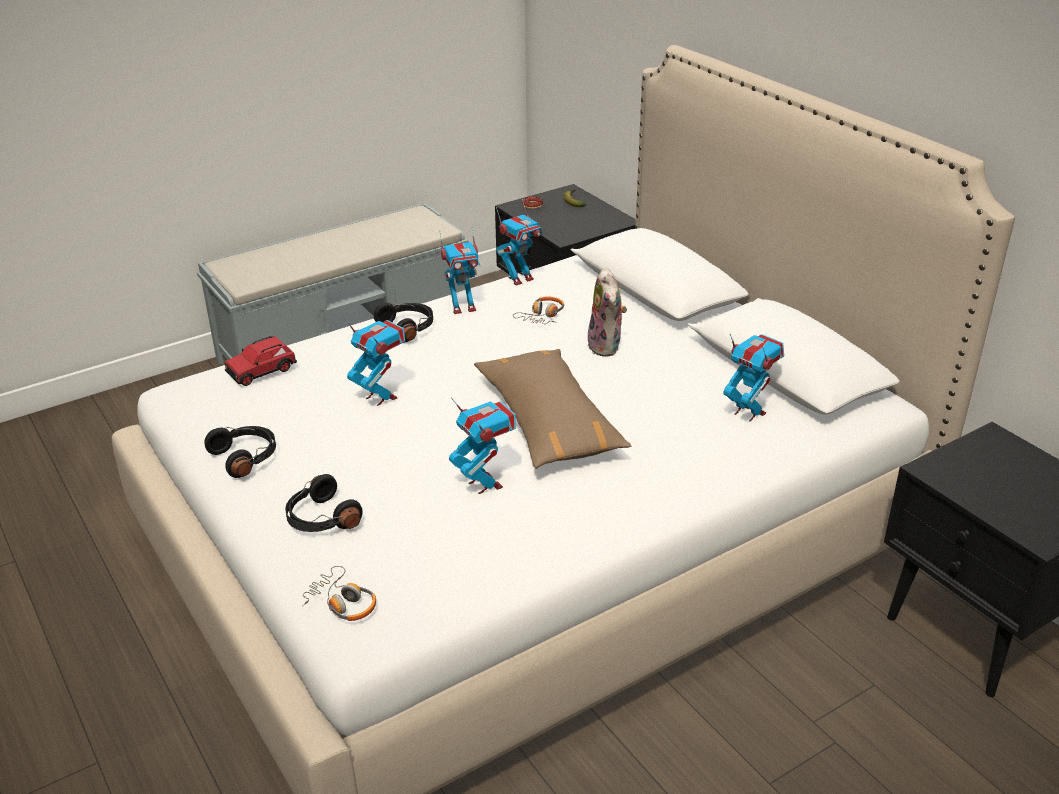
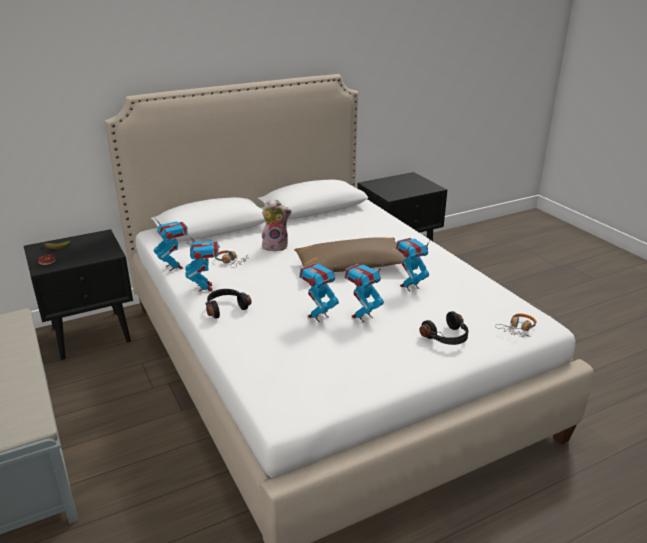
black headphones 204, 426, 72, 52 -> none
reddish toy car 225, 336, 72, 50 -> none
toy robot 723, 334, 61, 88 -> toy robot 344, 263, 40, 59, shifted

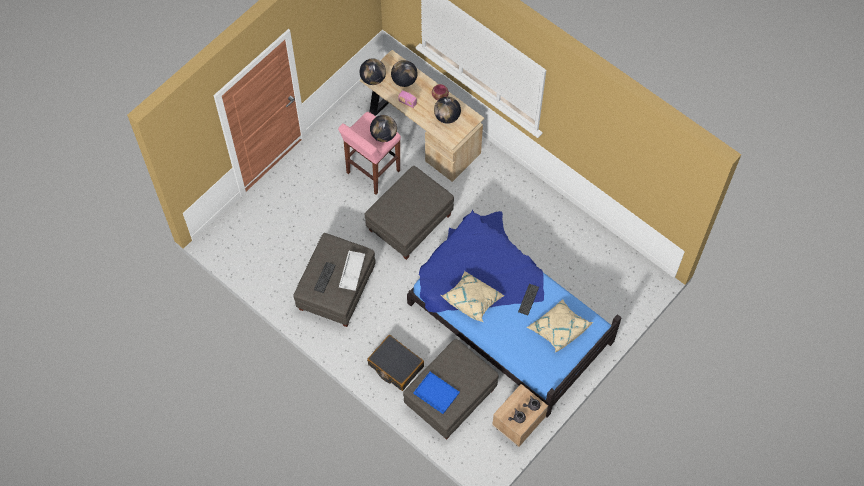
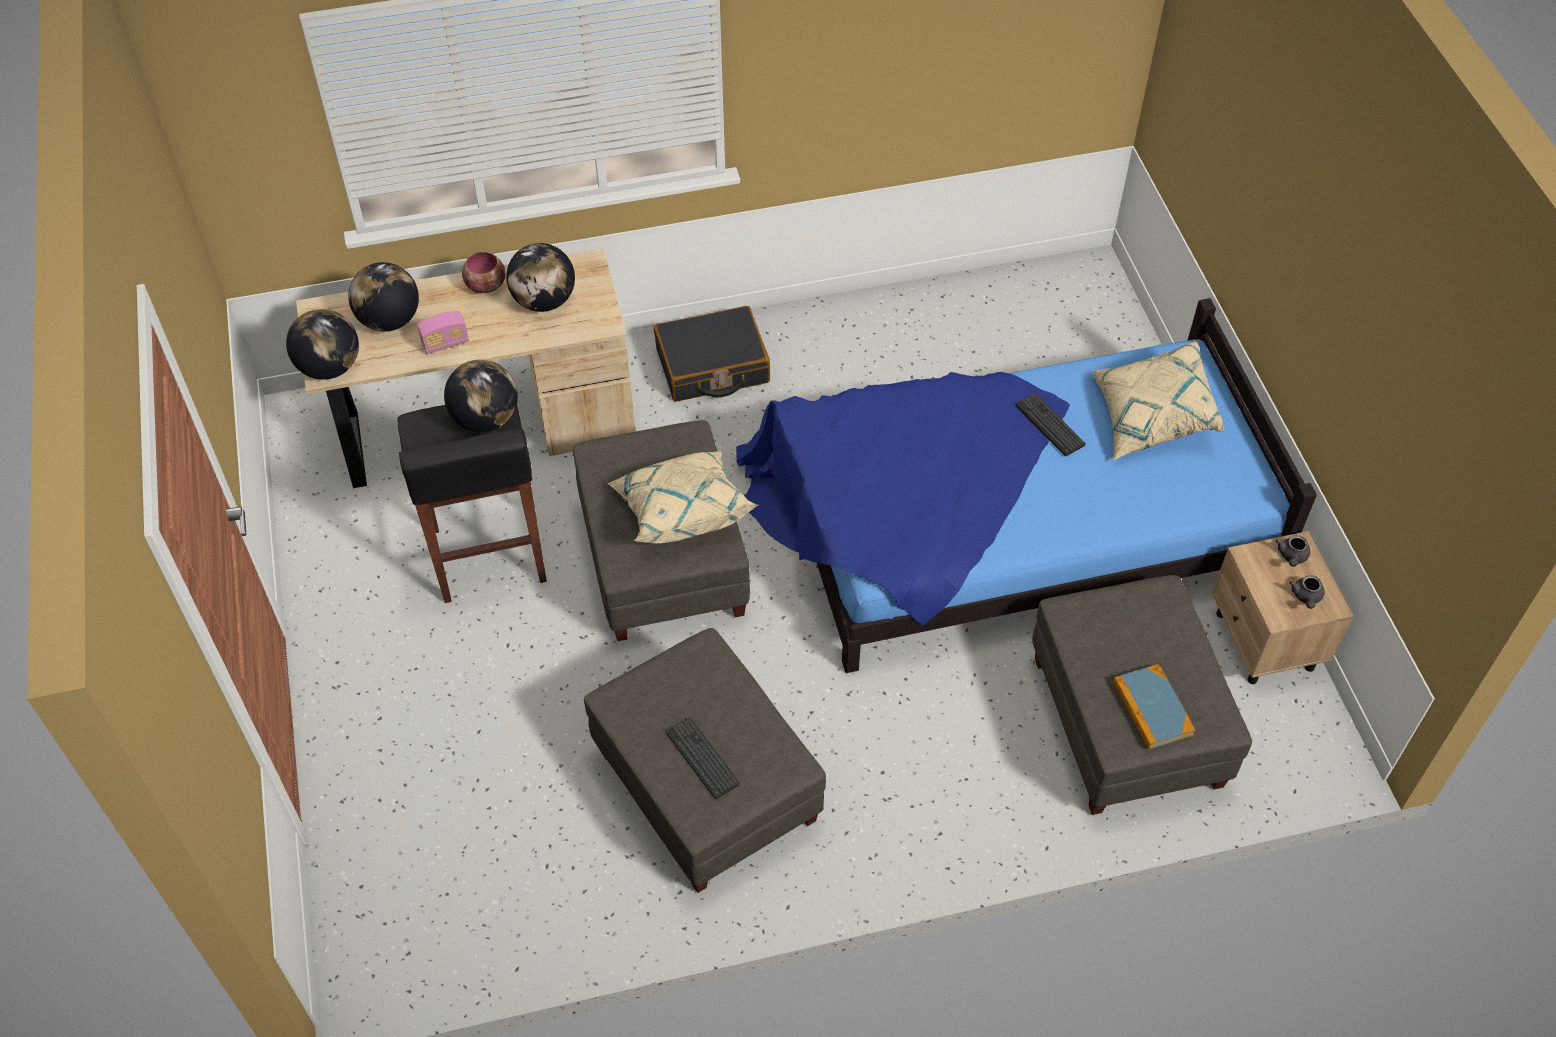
white tray 339, 251, 26, 40 -> none
black piece of luggage 367, 335, 57, 56 -> black piece of luggage 654, 306, 116, 96, shifted
sand-coloured cushion 441, 271, 64, 51 -> sand-coloured cushion 607, 451, 151, 92, shifted
bluish tray 413, 372, 47, 42 -> book 1113, 664, 83, 85
pinkish stool 338, 112, 63, 83 -> black stool 397, 405, 150, 198

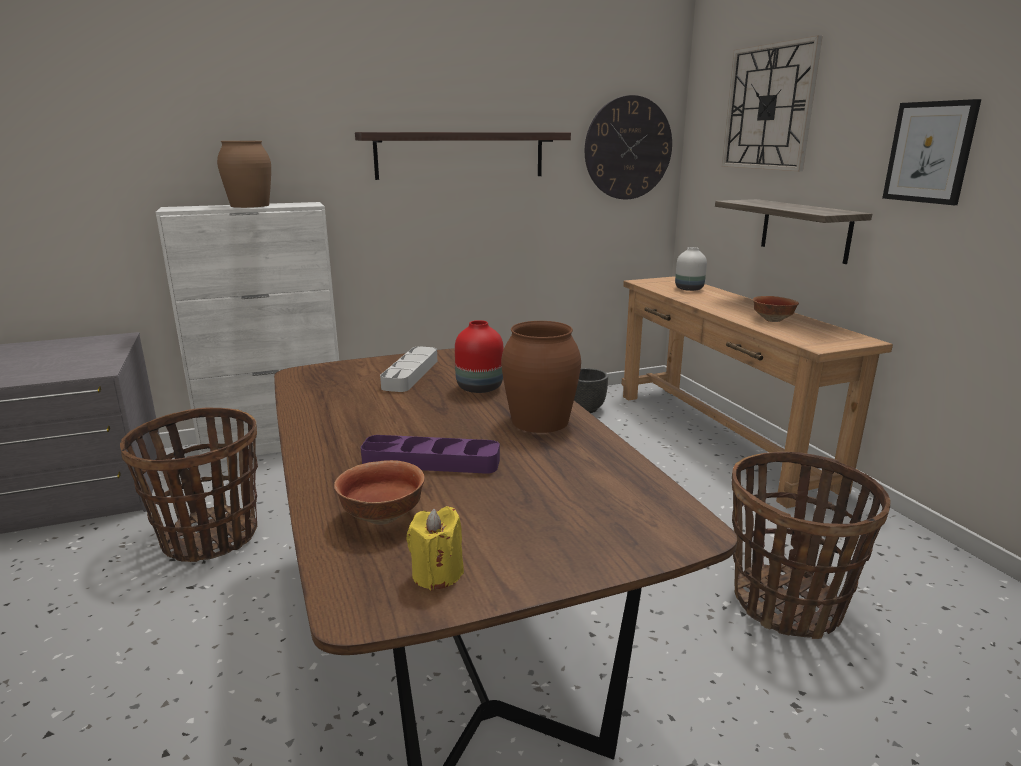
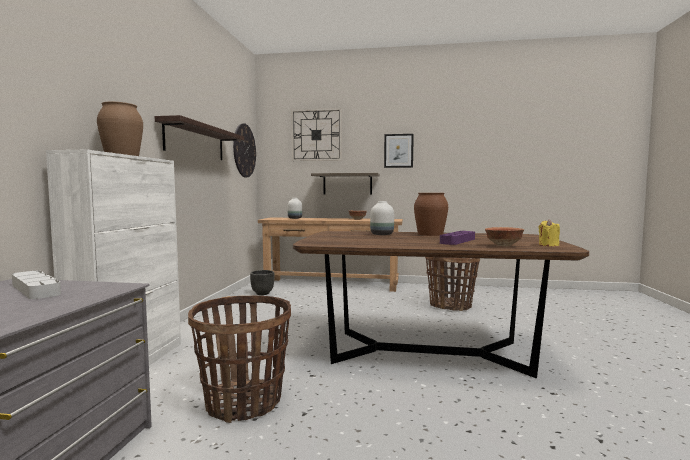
greyish tray 380, 346, 57, 46 -> greyish tray 12, 271, 49, 28, shifted
reddish decorative vase 455, 320, 49, 73 -> white decorative vase 370, 201, 24, 34

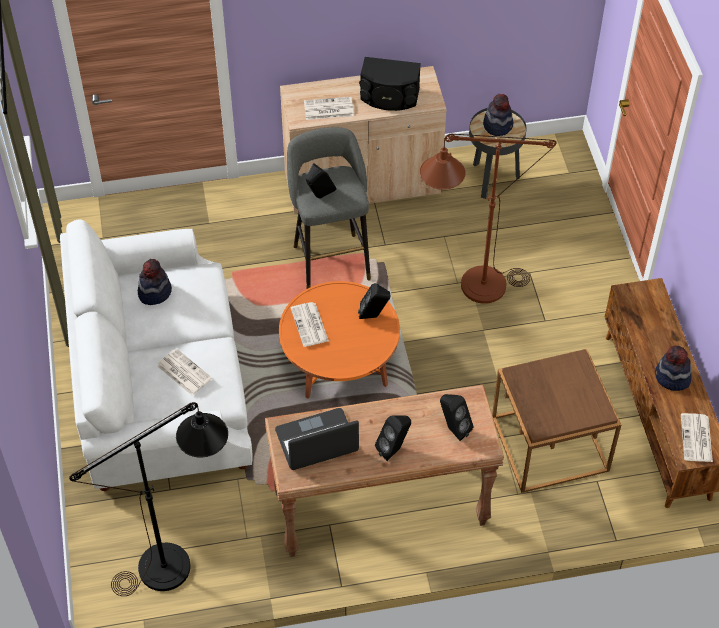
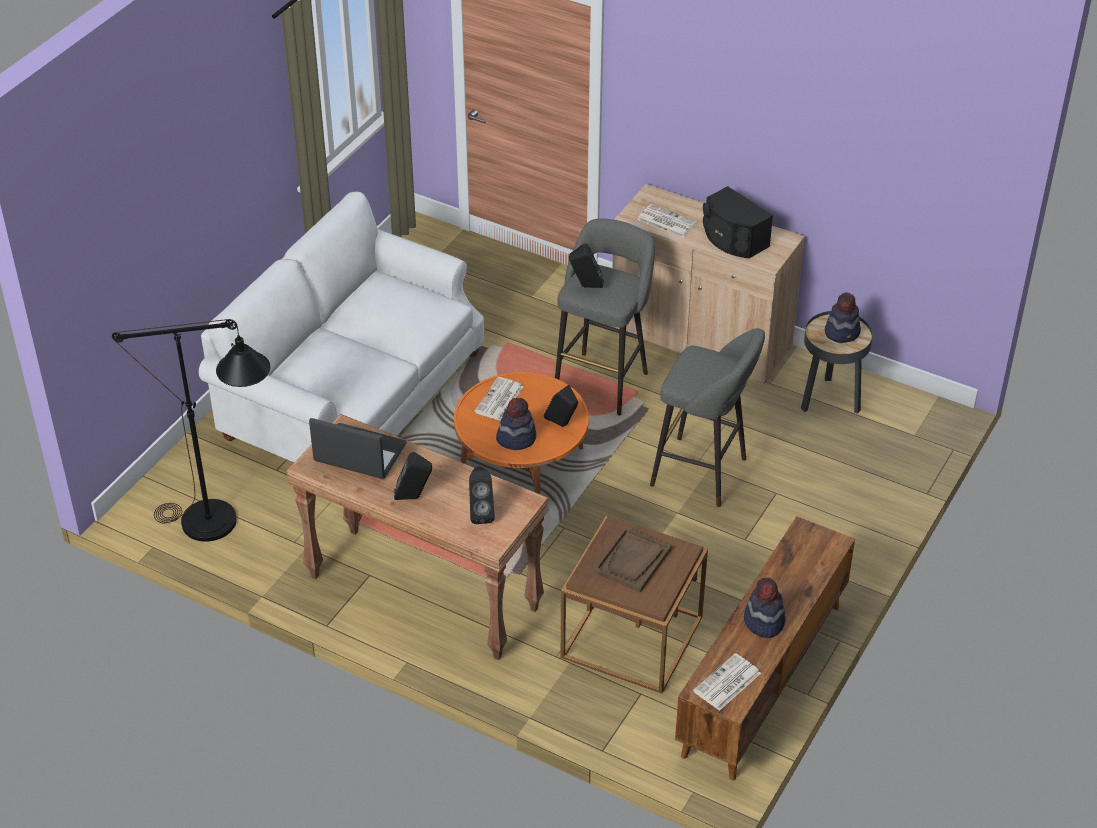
daily paper 157, 348, 55, 47 -> none
none -> brown-coloured tray 594, 527, 78, 66
clothing hat 138, 259, 34, 46 -> clothing hat 496, 398, 40, 52, shifted
brown-coloured standing lamp 420, 134, 136, 170 -> greyish stool 650, 328, 115, 179

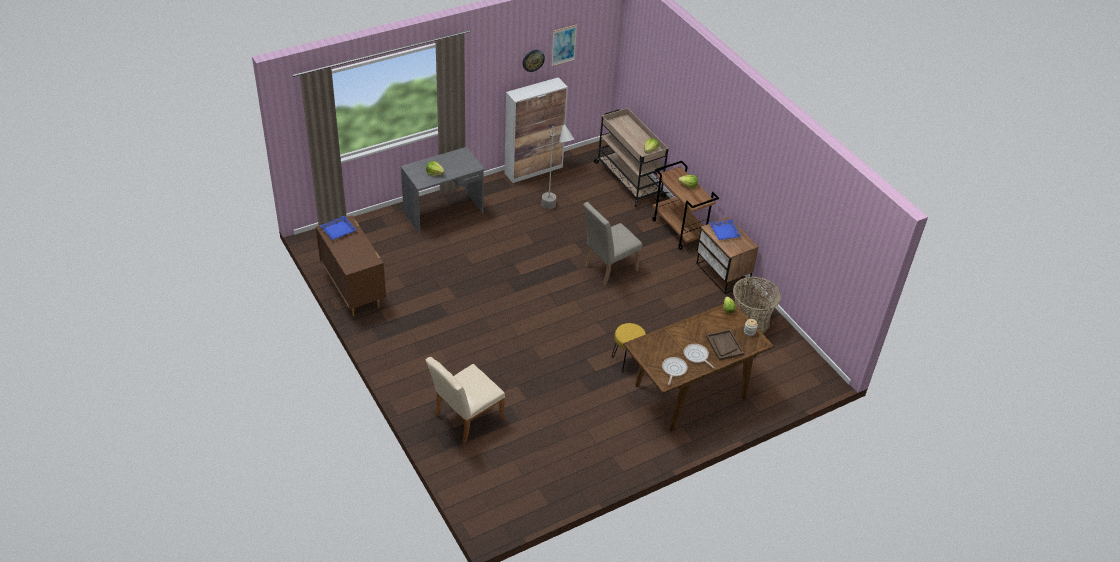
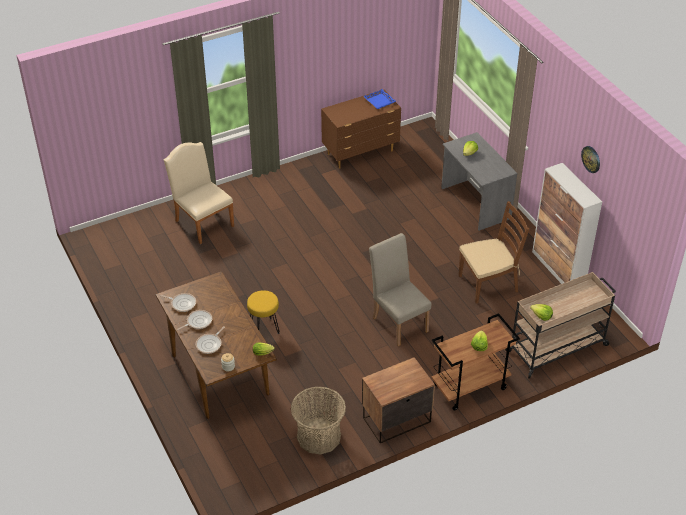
wall art 551, 25, 26, 41 -> none
bluish tray 709, 219, 32, 21 -> none
greyish standing lamp 542, 123, 32, 86 -> brown-coloured plain chair 459, 201, 70, 103
brown-coloured tray 706, 329, 38, 32 -> pan 196, 326, 29, 28

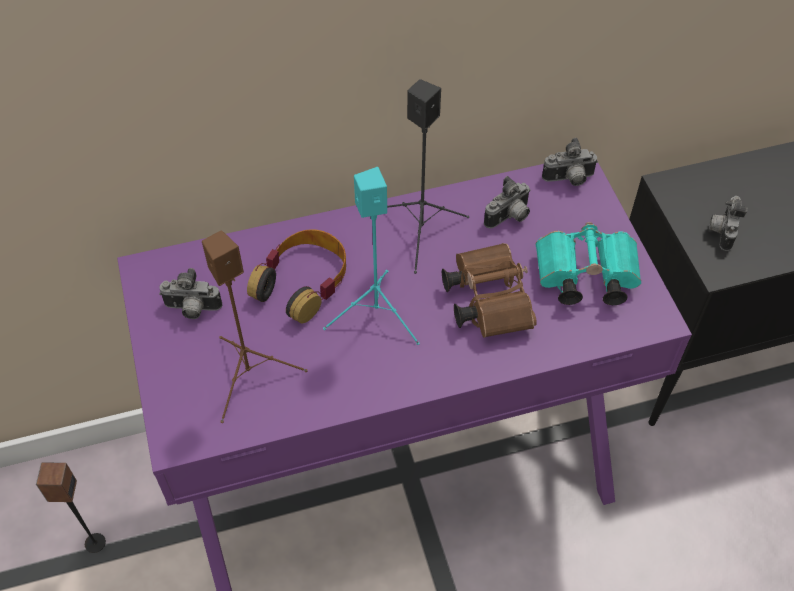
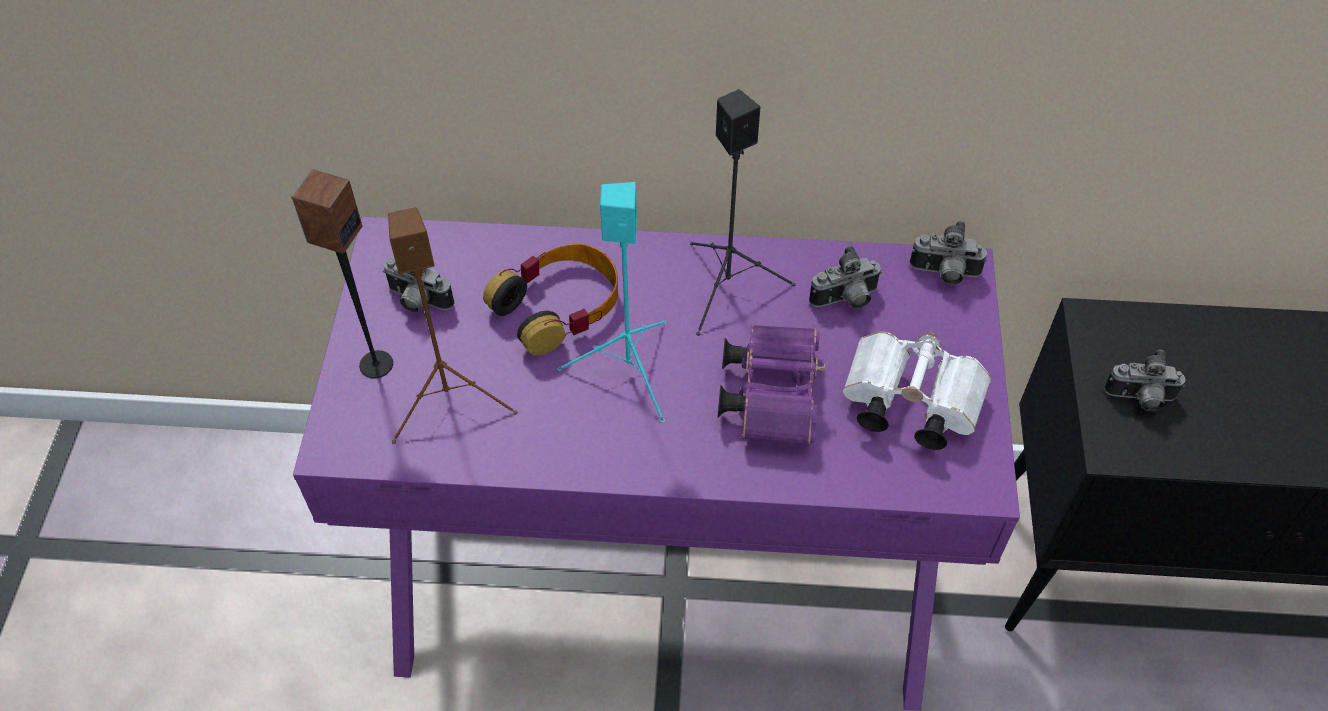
loudspeaker 36, 462, 70, 91 -> loudspeaker 291, 169, 102, 209, shifted
brown-coloured pair of binoculars 442, 243, 95, 95 -> purplish pair of binoculars 718, 325, 107, 121
turquoise-coloured pair of binoculars 535, 222, 106, 83 -> white pair of binoculars 843, 331, 148, 119
still camera 709, 196, 39, 55 -> still camera 1104, 350, 81, 61, 120 degrees counterclockwise

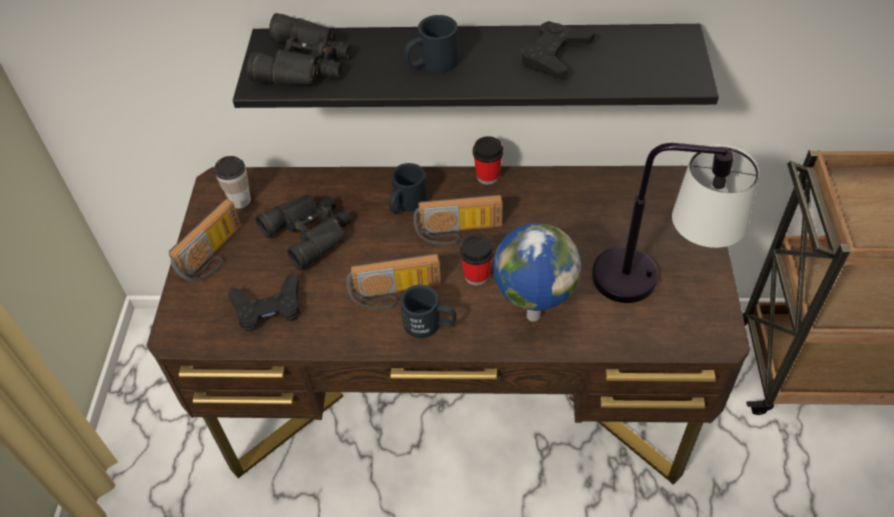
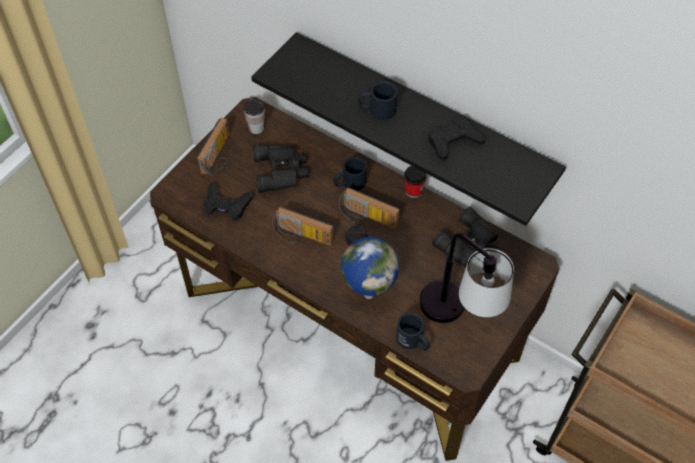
black pair of binoculars 247, 13, 104, 72 -> black pair of binoculars 432, 207, 69, 60, shifted
black tea mug 400, 285, 56, 53 -> black tea mug 396, 313, 34, 38, shifted
radio set 169, 199, 72, 83 -> radio set 196, 118, 33, 57, 45 degrees counterclockwise

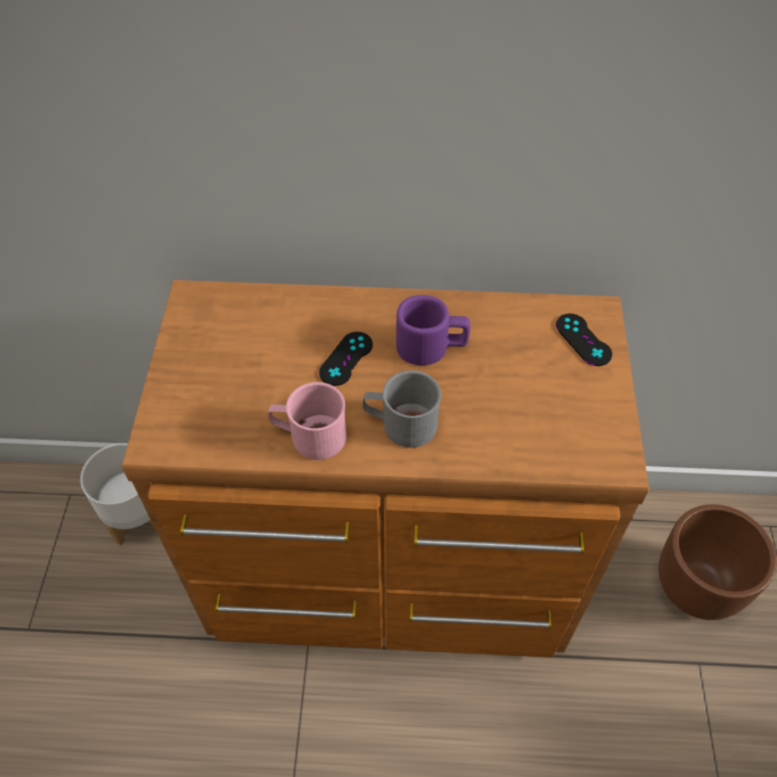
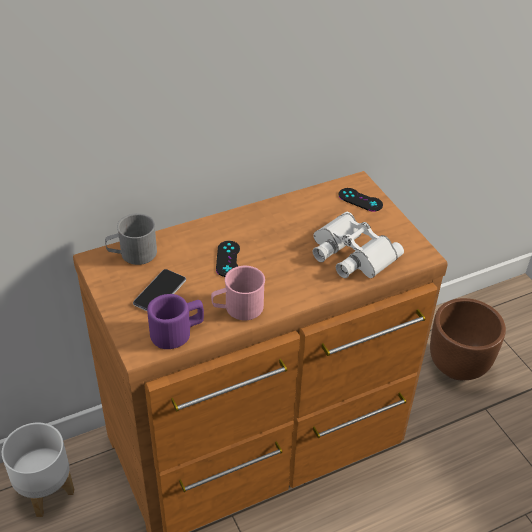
none -> handset 133, 269, 53, 42
none -> white pair of binoculars 313, 212, 91, 66
greyish tea mug 363, 370, 78, 78 -> greyish tea mug 105, 213, 52, 52, shifted
purplish tea mug 396, 295, 74, 70 -> purplish tea mug 147, 294, 57, 55, shifted

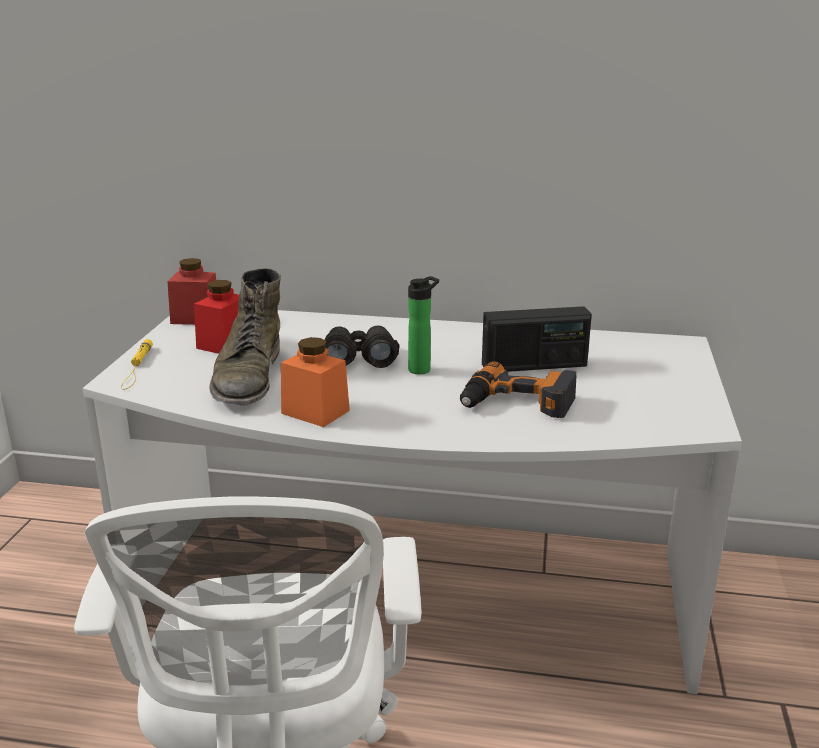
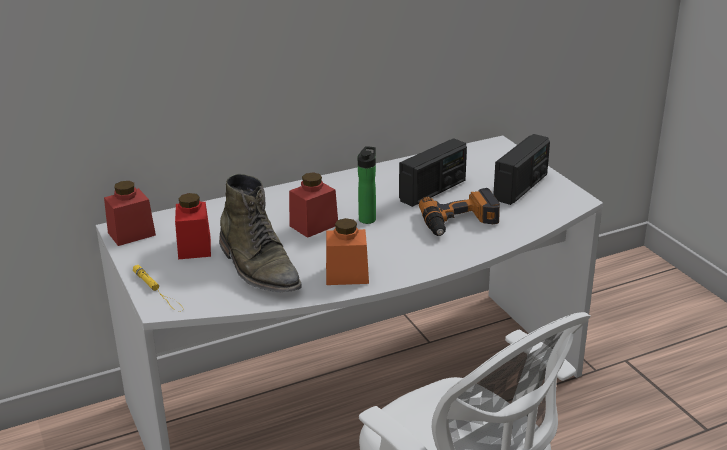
none -> radio set 493, 134, 57, 71
black pair of binoculars 324, 326, 75, 42 -> reddish jar 289, 172, 49, 66

